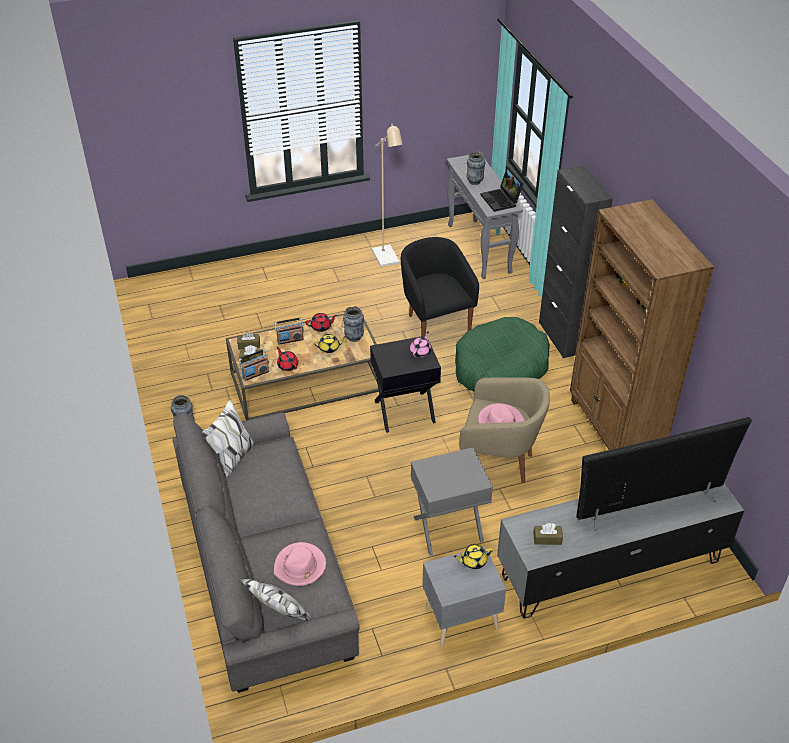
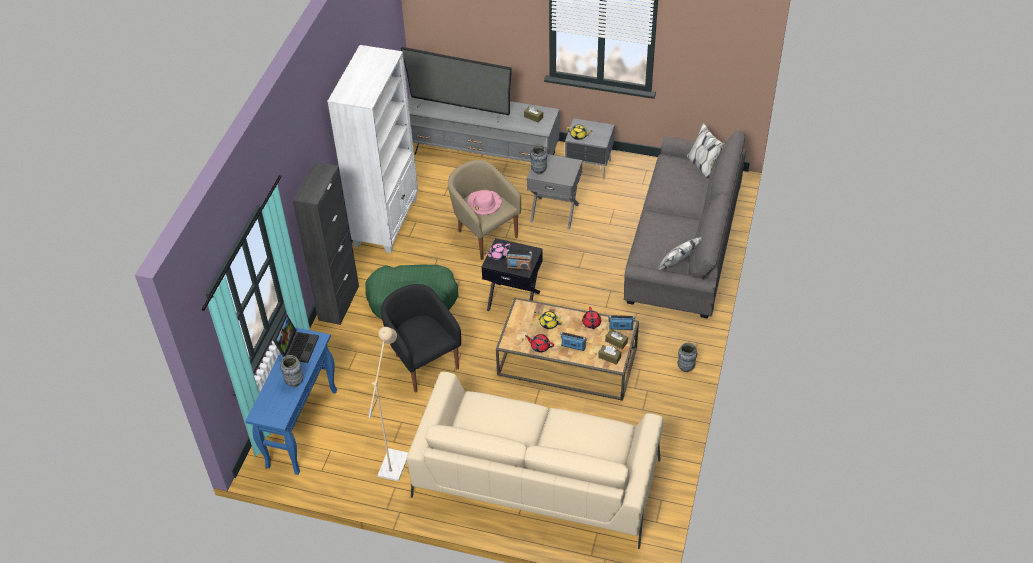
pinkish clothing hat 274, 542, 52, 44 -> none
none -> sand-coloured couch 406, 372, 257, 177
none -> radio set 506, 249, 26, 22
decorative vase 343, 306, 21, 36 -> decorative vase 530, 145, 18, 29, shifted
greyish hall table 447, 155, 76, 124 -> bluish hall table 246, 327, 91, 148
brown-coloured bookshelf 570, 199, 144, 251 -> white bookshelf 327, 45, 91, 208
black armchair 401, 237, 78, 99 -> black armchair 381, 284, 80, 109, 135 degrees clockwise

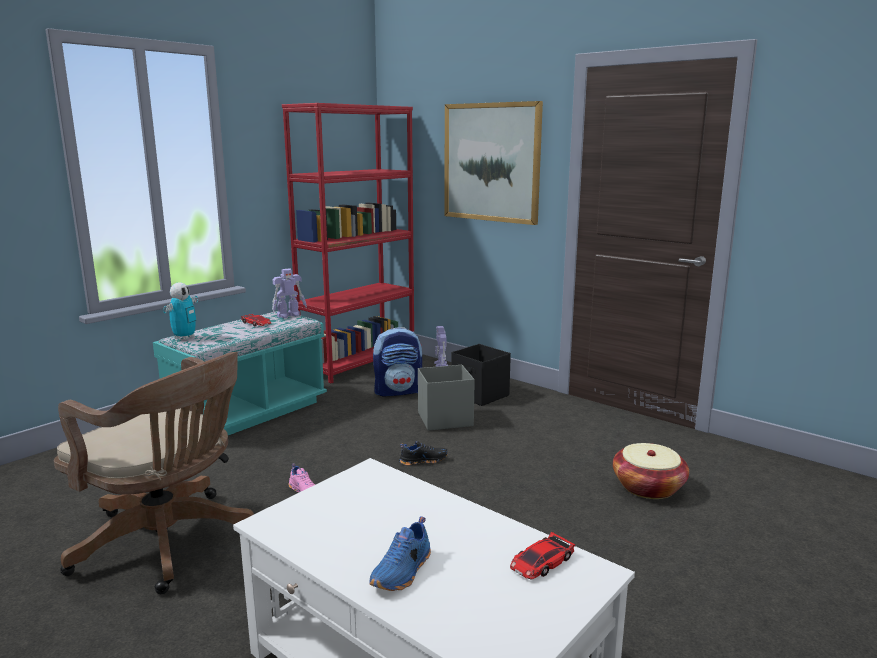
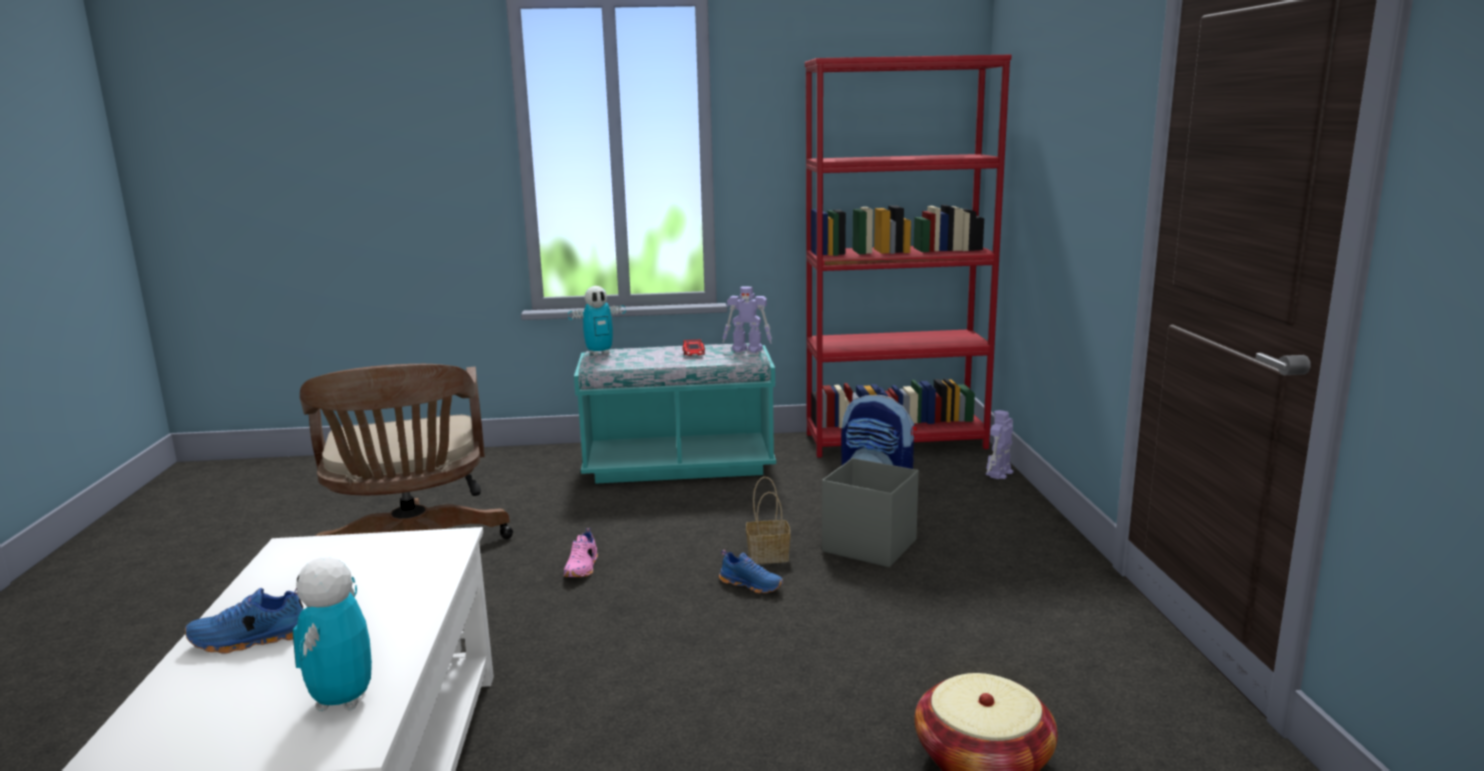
wall art 444, 101, 99, 124 -> none
black storage bin 451, 344, 60, 62 -> none
none -> basket 746, 477, 45, 87
toy car 510, 532, 65, 48 -> toy robot 292, 557, 80, 154
black shoe 399, 441, 49, 24 -> bluish shoe 719, 550, 65, 43

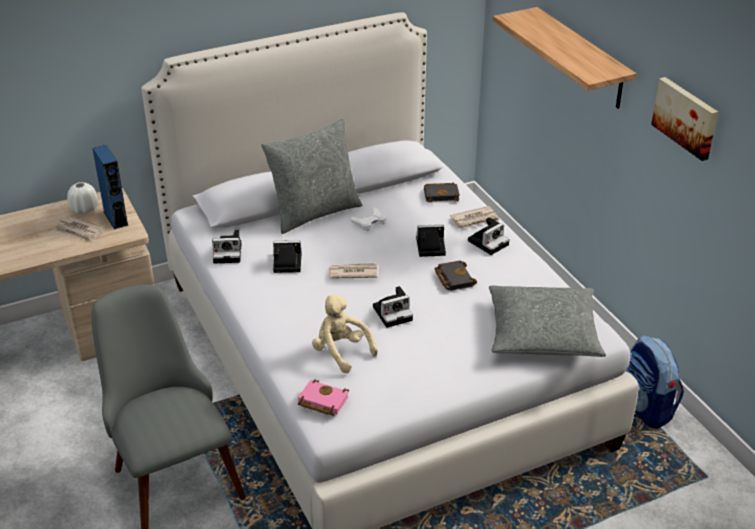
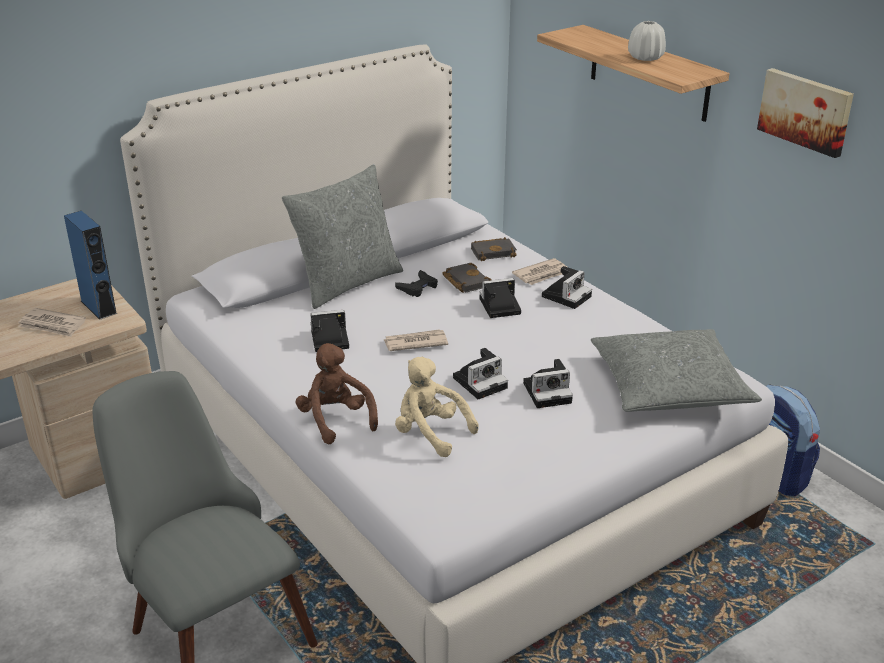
pinkish book 298, 379, 51, 37 -> none
none -> brown-coloured plush toy 295, 343, 83, 101
white decorative vase 67, 182, 31, 32 -> white decorative vase 628, 21, 38, 40, shifted
still camera 212, 229, 29, 35 -> still camera 523, 359, 50, 49, shifted
black book 434, 260, 43, 31 -> black book 442, 263, 49, 30, shifted
white gamepad 351, 207, 35, 24 -> black gamepad 395, 270, 43, 27

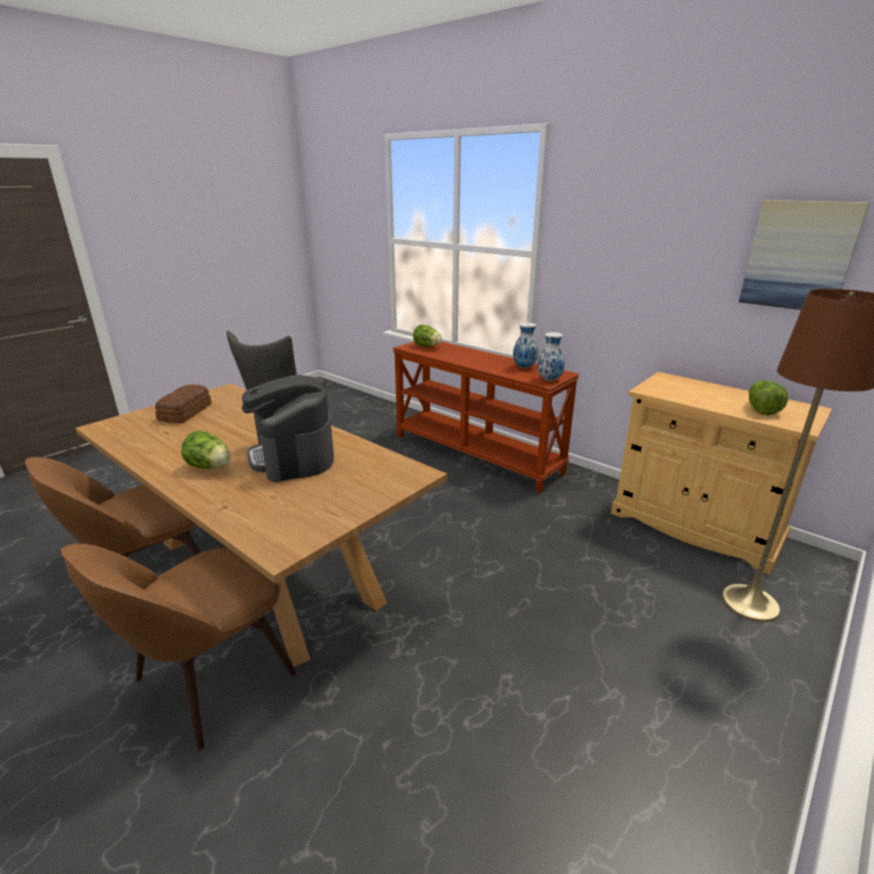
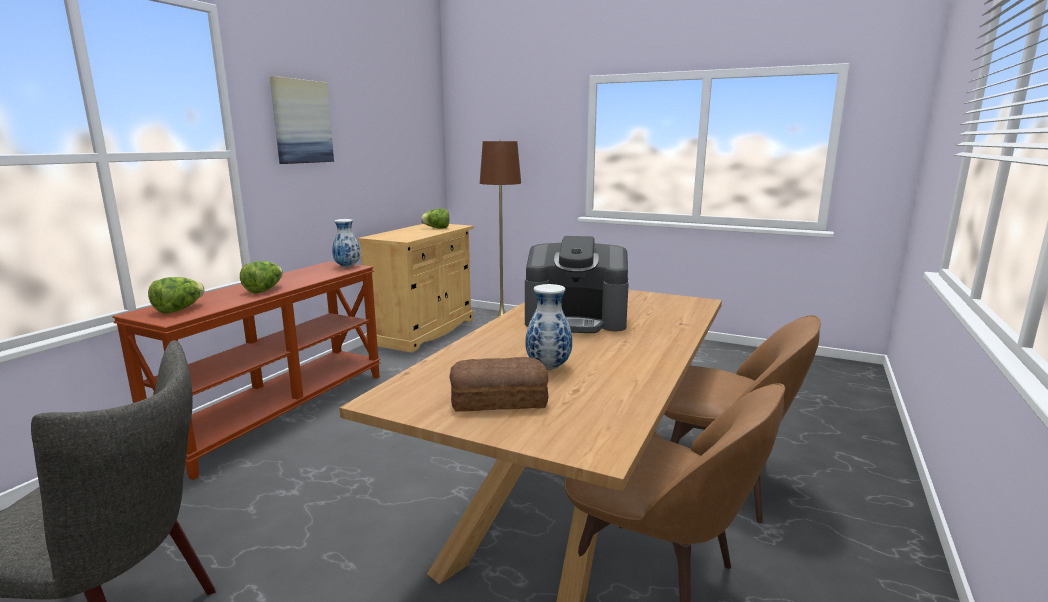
head of lettuce 181, 430, 50, 39 -> head of lettuce 240, 261, 43, 33, shifted
decorative vase 513, 323, 25, 45 -> decorative vase 526, 284, 46, 86, shifted
wall art 739, 200, 131, 110 -> wall art 270, 76, 64, 88, shifted
coffee maker 242, 375, 92, 107 -> coffee maker 525, 236, 104, 97, 45 degrees clockwise

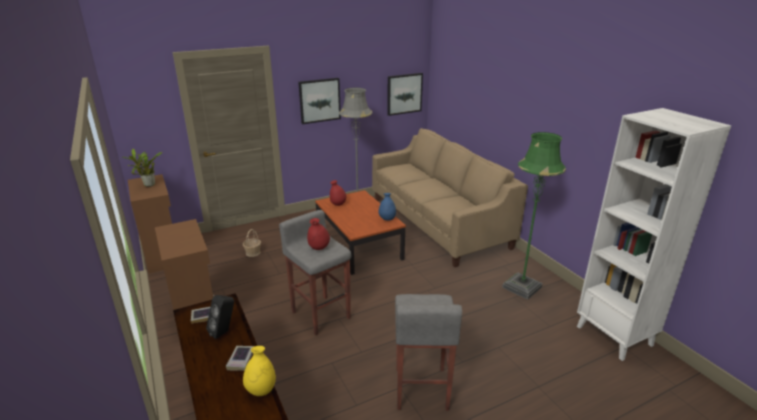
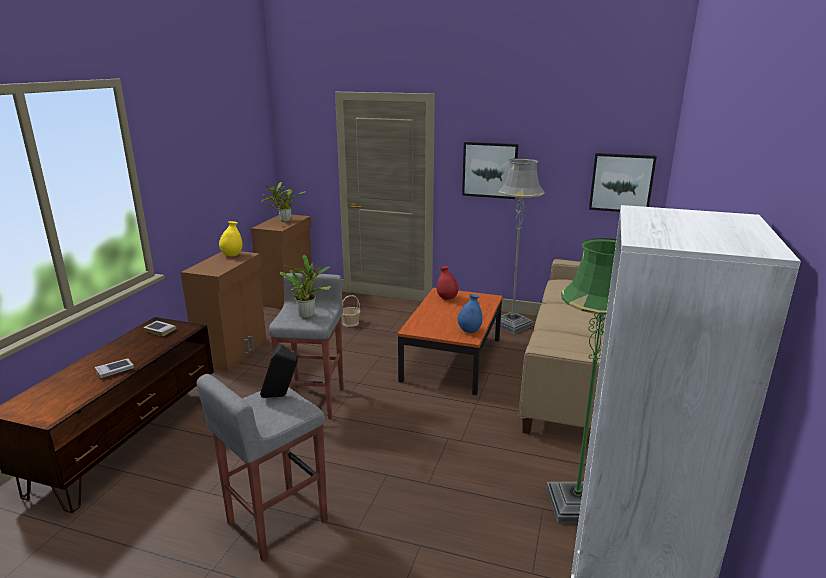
black loudspeaker 206, 295, 28, 44 -> black loudspeaker 260, 344, 38, 54, shifted
yellowish decorative vase 243, 346, 33, 50 -> yellowish decorative vase 219, 221, 23, 35, shifted
reddish decorative vase 307, 218, 23, 32 -> potted plant 280, 255, 51, 64

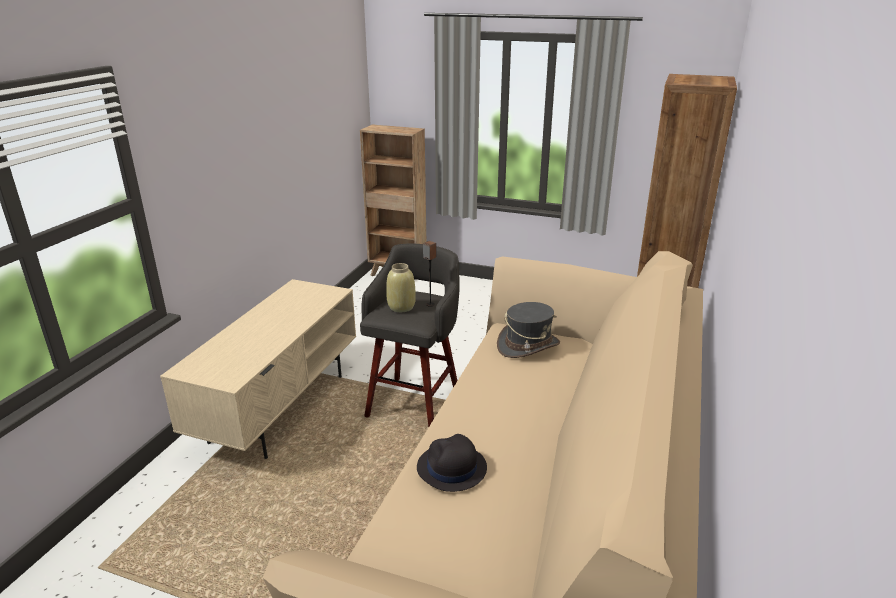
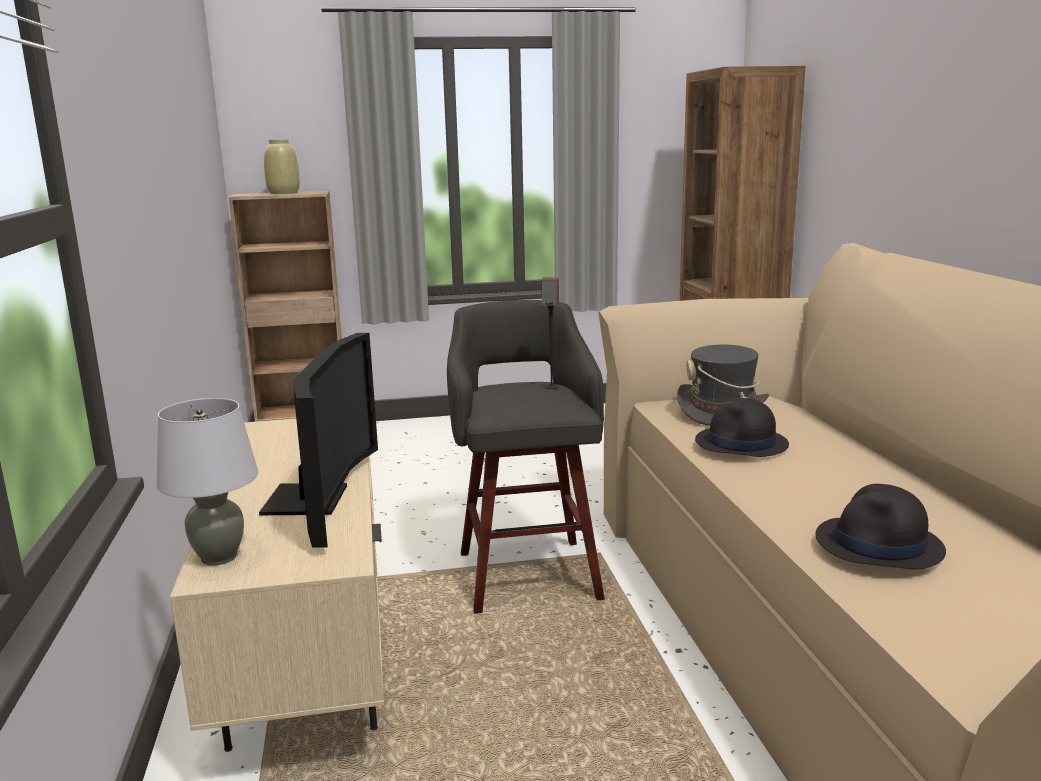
none -> greyish lamp for a table 157, 398, 101, 167
none -> television 259, 333, 119, 215
none -> black clothing hat 695, 398, 94, 59
sand-coloured decorative vase 386, 263, 30, 49 -> sand-coloured decorative vase 264, 139, 36, 55, shifted

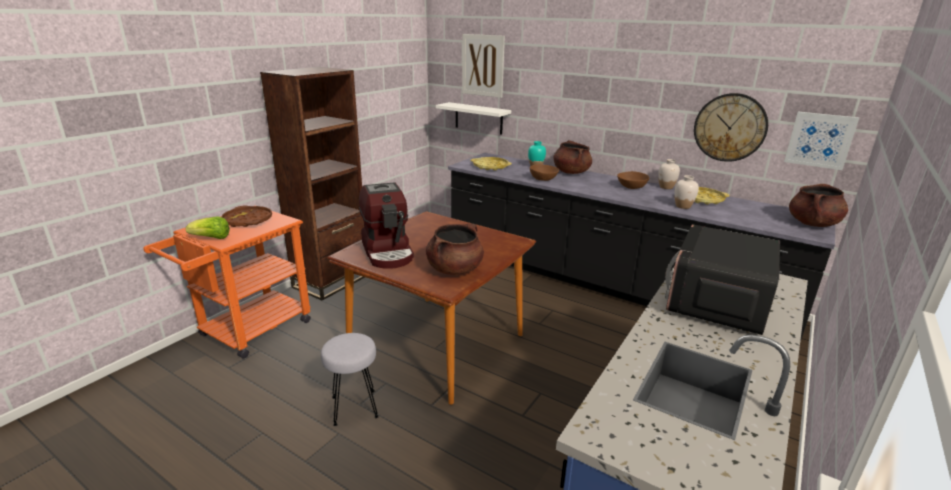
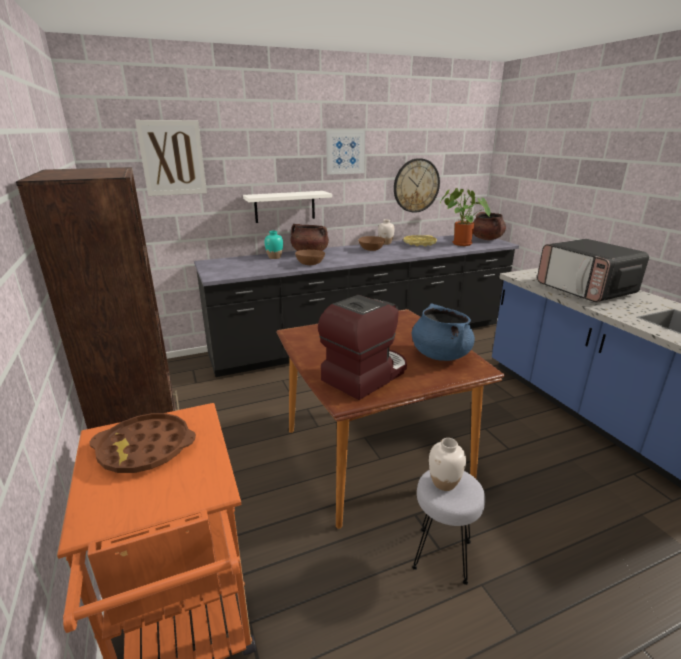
head of lettuce 186, 217, 44, 22 -> none
yellowish tray 470, 157, 42, 14 -> none
none -> potted plant 440, 188, 51, 58
white wall shelf 436, 102, 75, 33 -> white wall shelf 243, 191, 89, 32, shifted
white decorative vase 674, 175, 25, 34 -> white decorative vase 429, 438, 37, 53, shifted
wall art 784, 112, 75, 58 -> wall art 326, 130, 39, 45, shifted
brown-coloured cooking pot 426, 223, 58, 52 -> bluish cooking pot 412, 303, 63, 58
coffee maker 359, 182, 55, 87 -> coffee maker 318, 295, 89, 105, 60 degrees counterclockwise

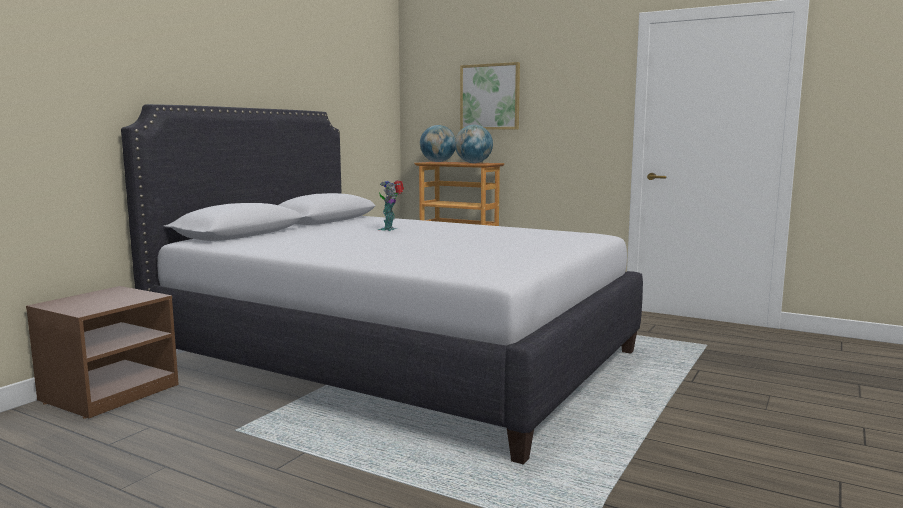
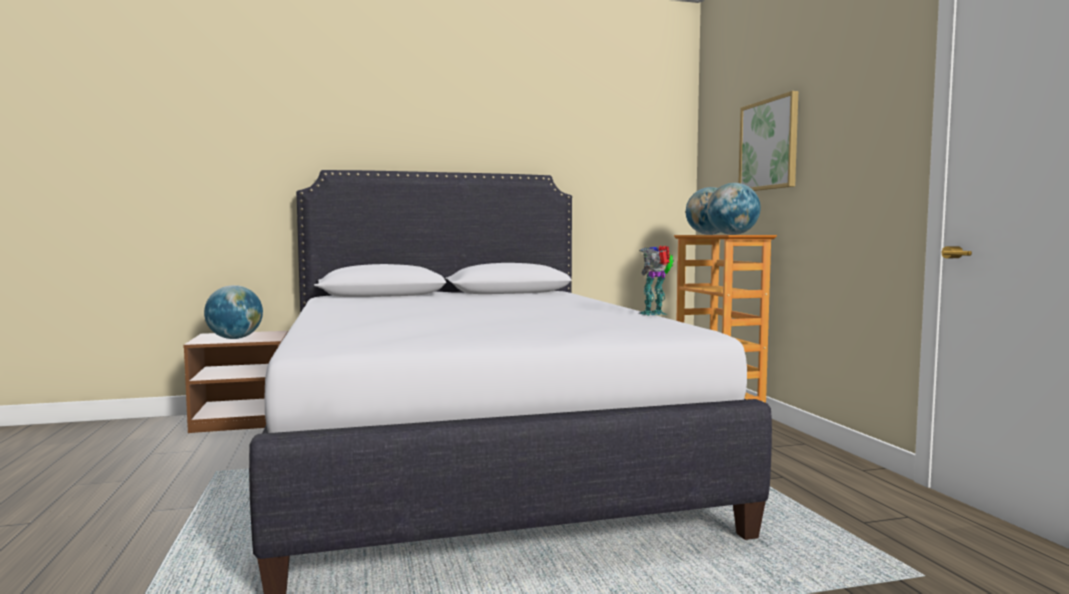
none -> world globe 204, 285, 59, 54
toy robot 378, 180, 26, 51 -> toy robot 638, 246, 36, 70, shifted

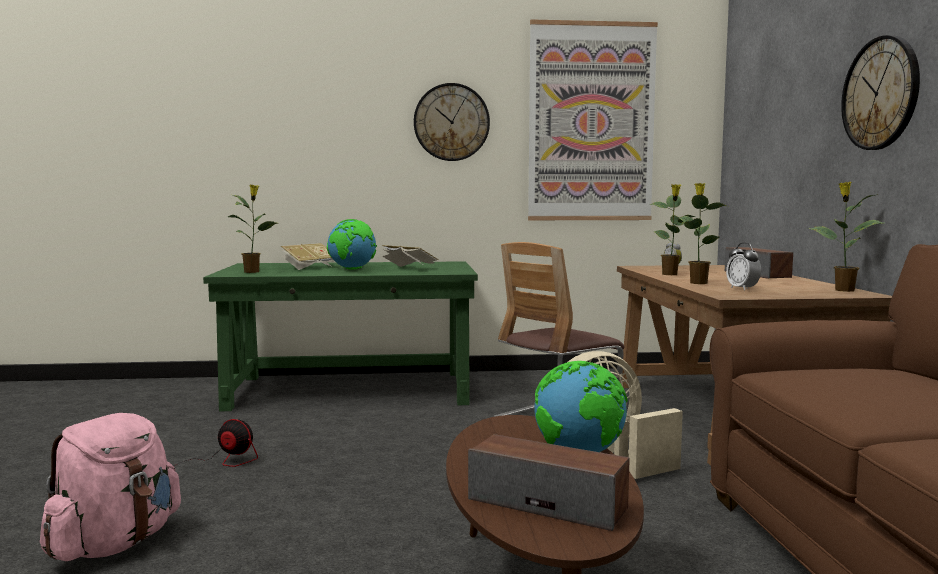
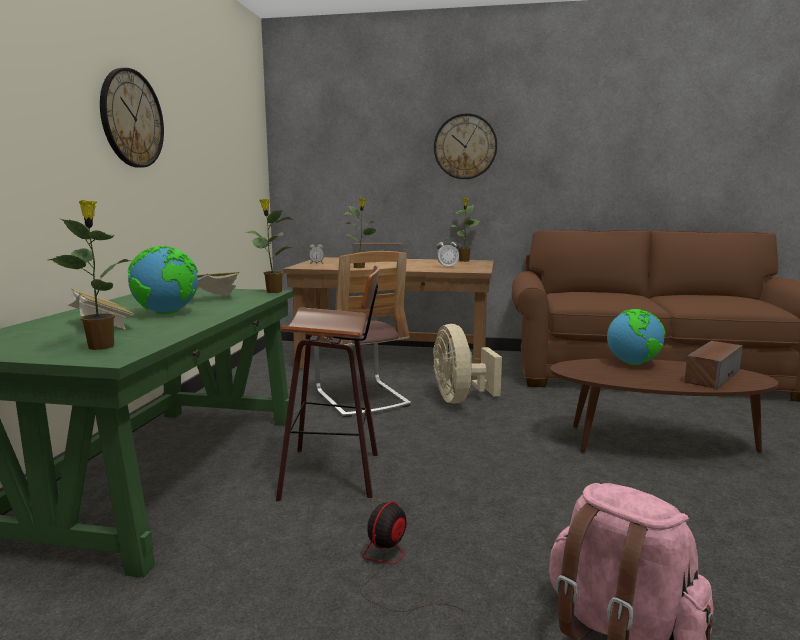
wall art 528, 20, 130, 200 -> none
none -> stool 276, 265, 104, 236
potted plant 677, 183, 49, 101 -> potted plant 245, 199, 49, 94, shifted

